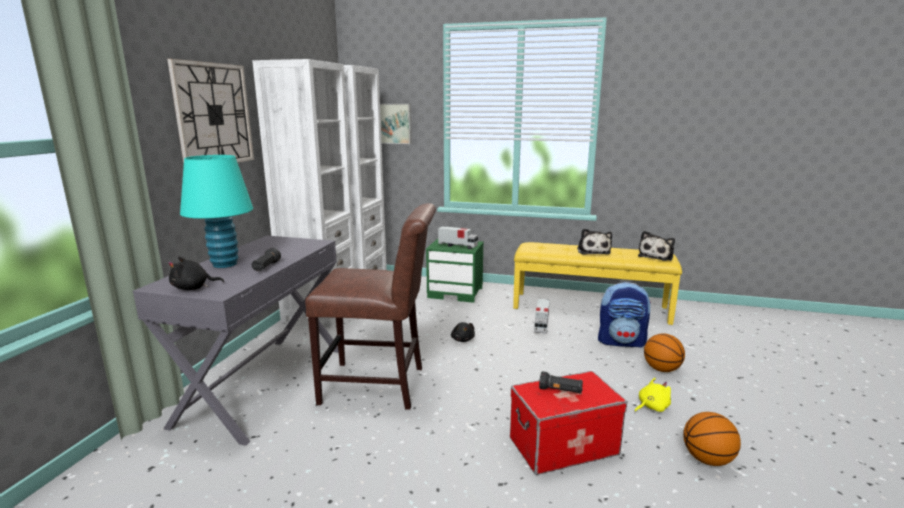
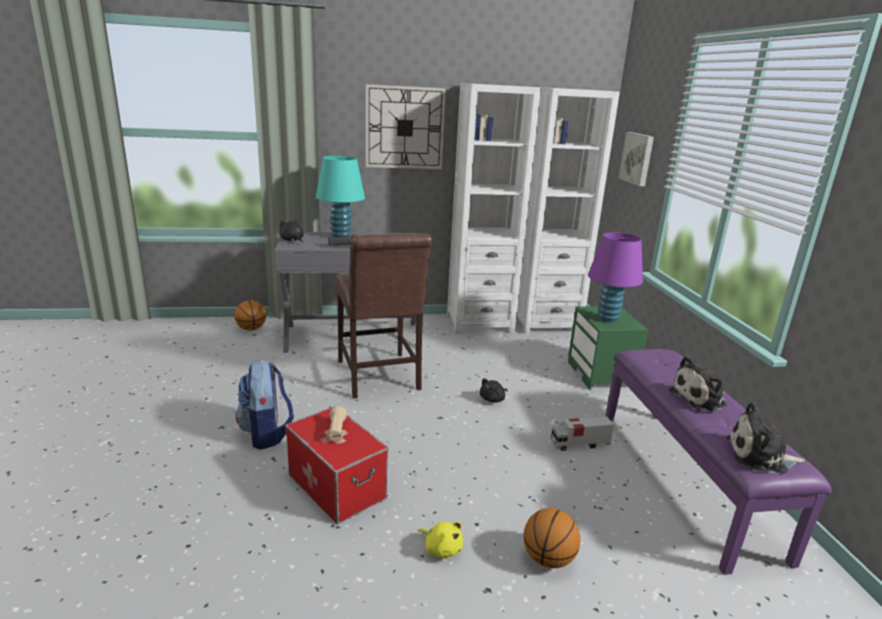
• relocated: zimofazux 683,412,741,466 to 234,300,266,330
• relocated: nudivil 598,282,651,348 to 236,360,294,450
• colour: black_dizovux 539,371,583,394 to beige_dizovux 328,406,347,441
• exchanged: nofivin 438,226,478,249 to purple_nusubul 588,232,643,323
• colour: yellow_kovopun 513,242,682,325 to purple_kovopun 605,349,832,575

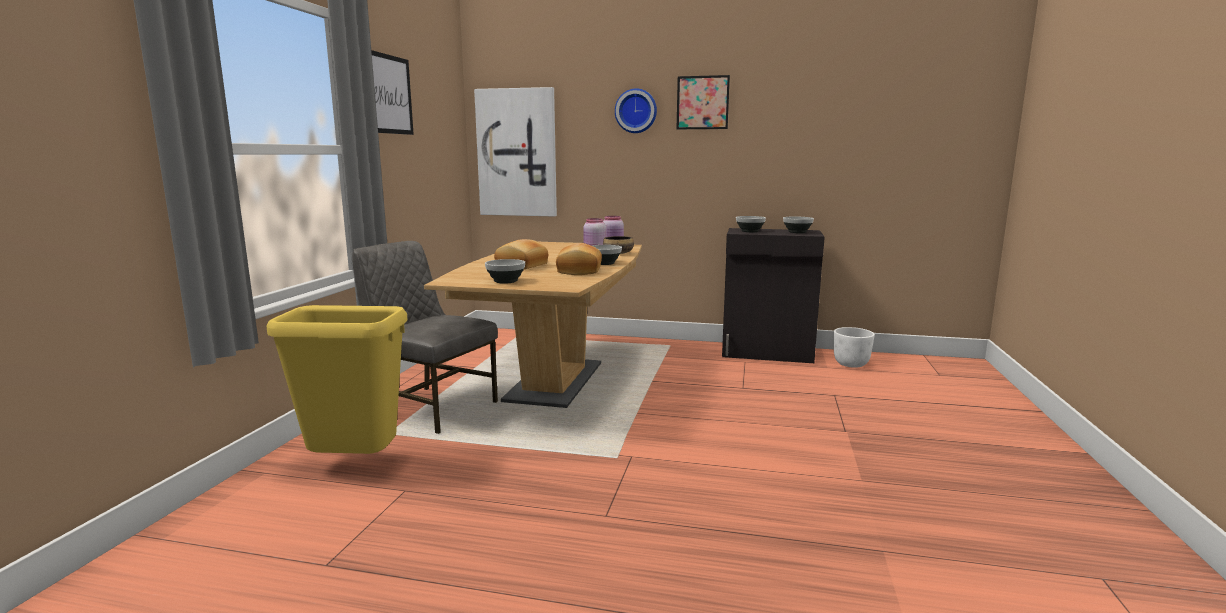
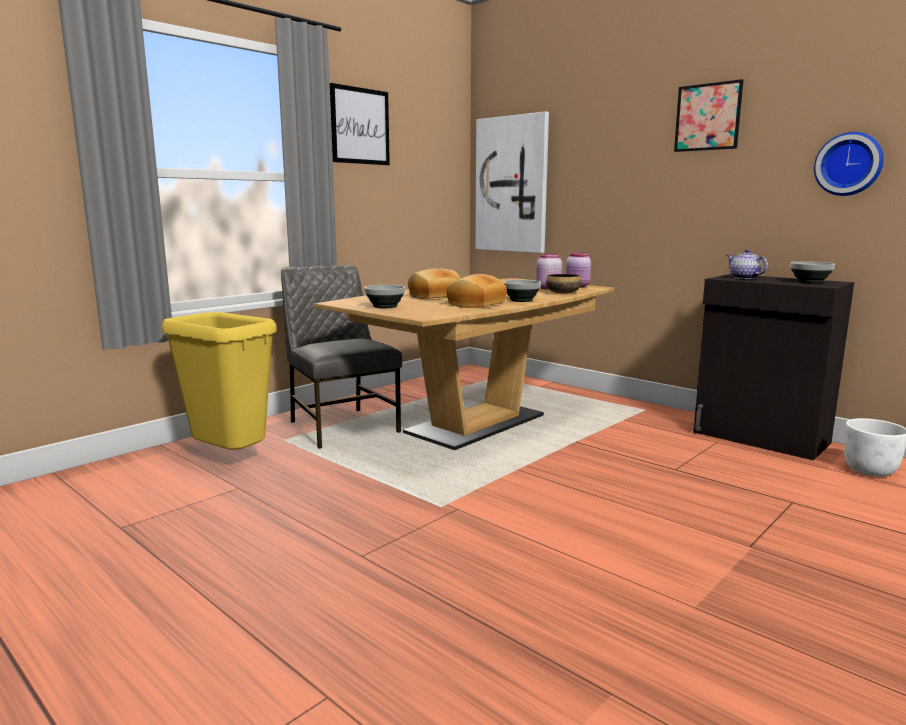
• exchanged: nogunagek 736,216,766,232 to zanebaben 727,249,768,279
• relocated: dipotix 615,88,657,133 to 814,132,884,196

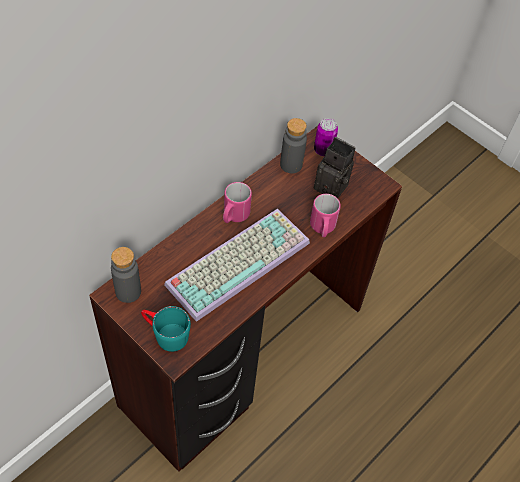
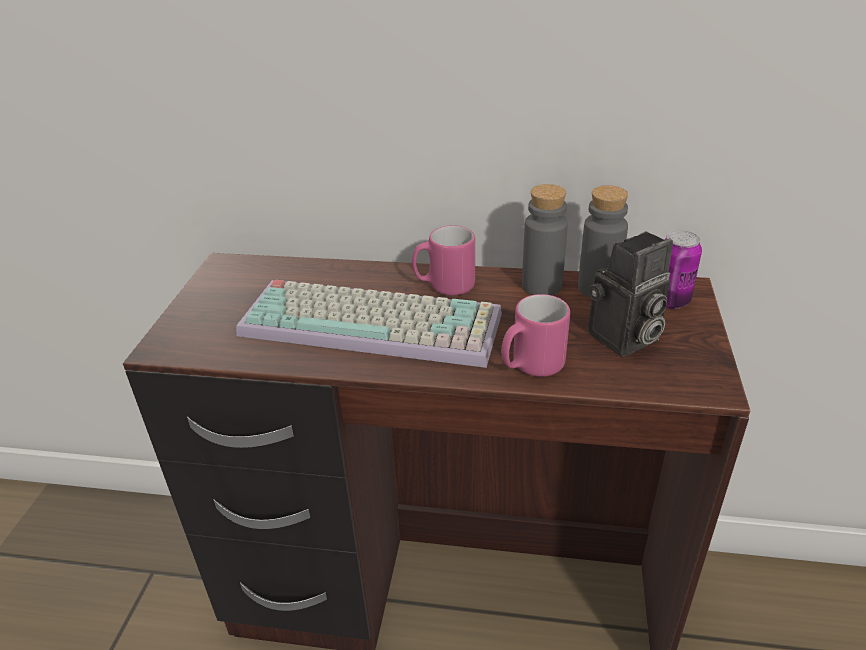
• relocated: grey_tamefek 111,247,141,303 to 522,184,568,295
• spun: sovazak 314,137,356,198 = 588,231,673,357 60 degrees clockwise
• missing: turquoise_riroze 141,306,191,352

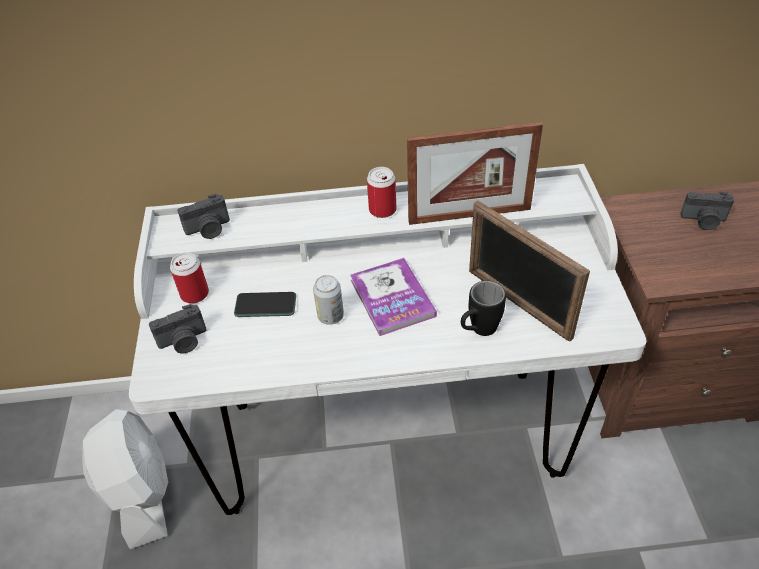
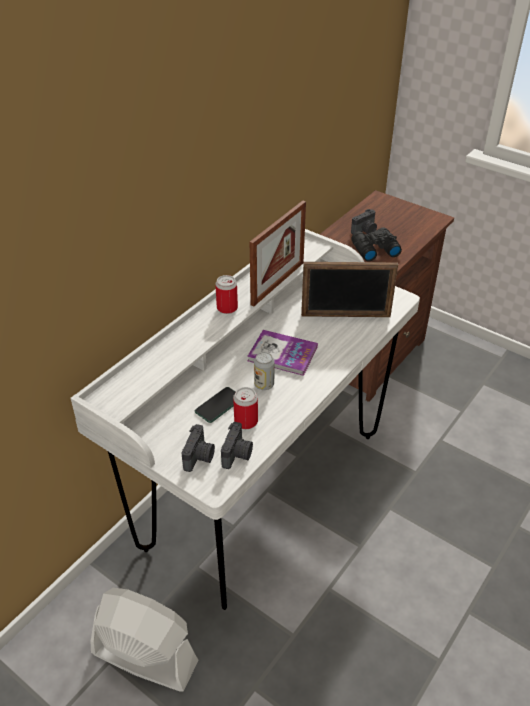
• relocated: sovazak 177,194,230,239 to 221,422,253,469
• relocated: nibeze 170,252,209,304 to 233,387,258,429
• appeared: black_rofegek 351,227,402,262
• missing: black_riroze 461,281,506,336

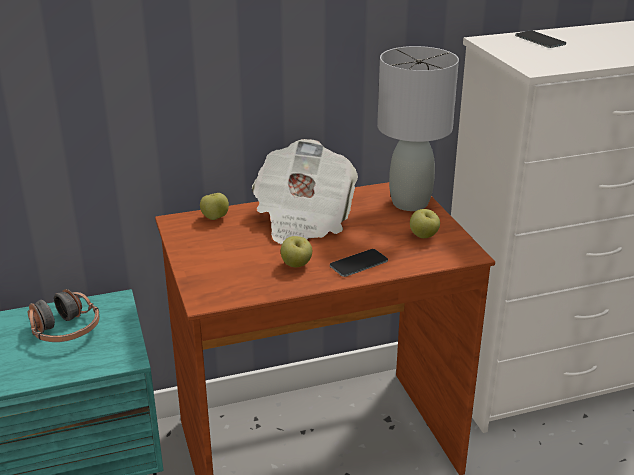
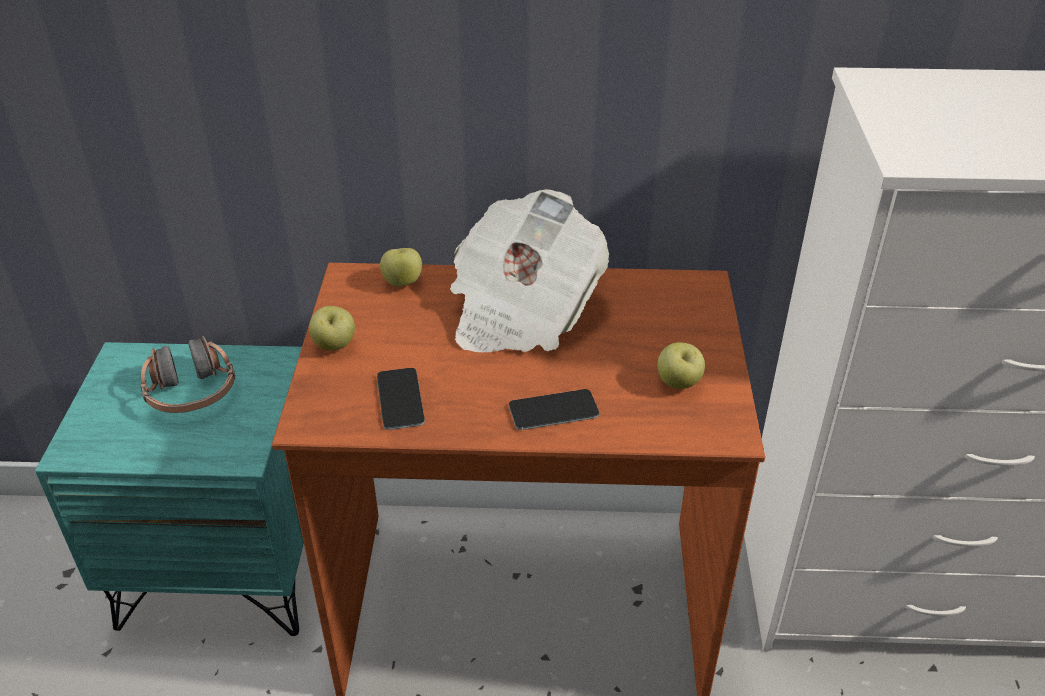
• relocated: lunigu 281,236,312,267 to 309,306,355,351
• relocated: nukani 515,31,566,48 to 377,368,425,430
• missing: grey_nusubul 377,46,459,211

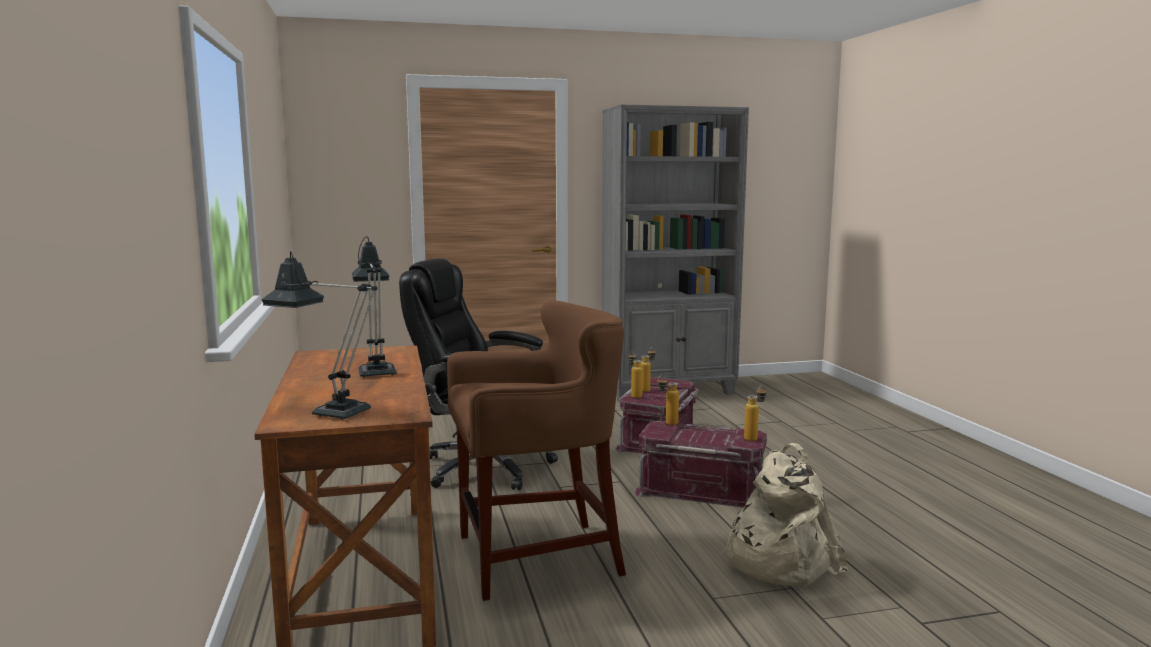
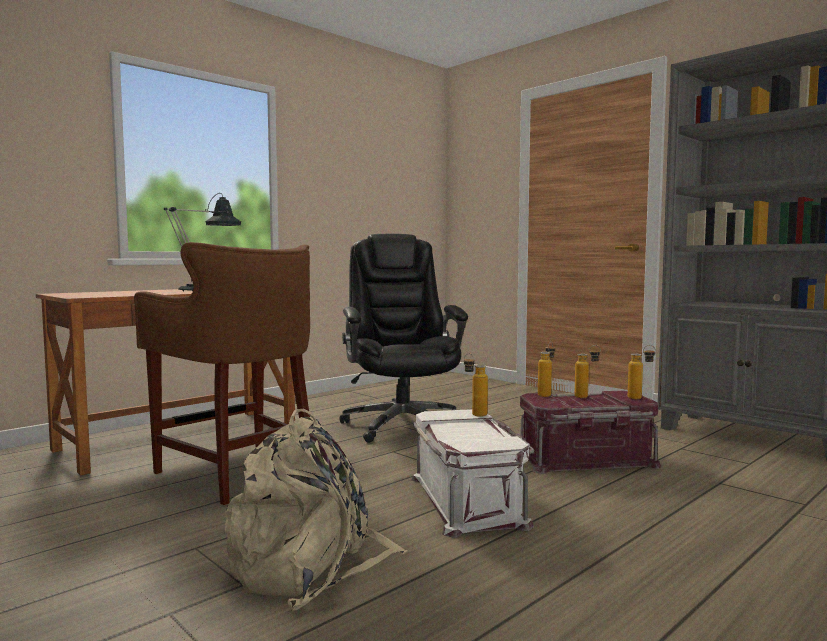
• colour: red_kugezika 634,420,767,508 to white_kugezika 412,409,534,538
• relocated: tamefek 744,385,766,441 to 628,345,656,399
• missing: nusubul 261,251,377,420

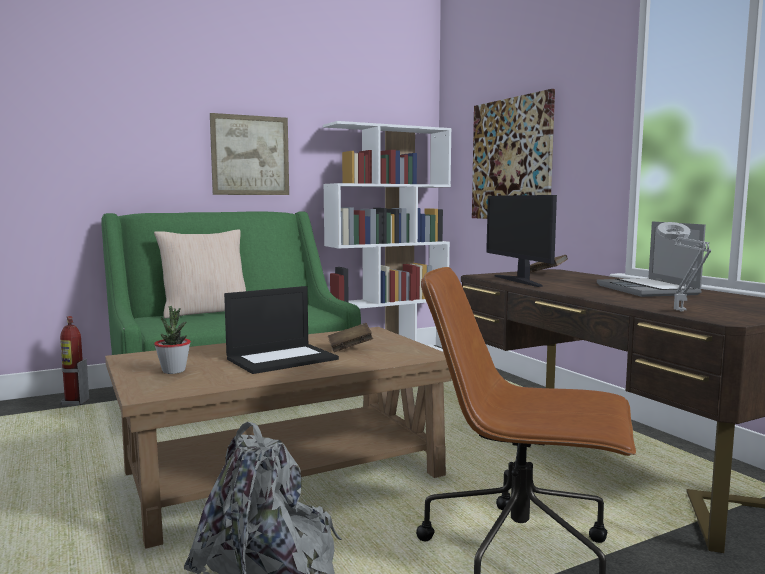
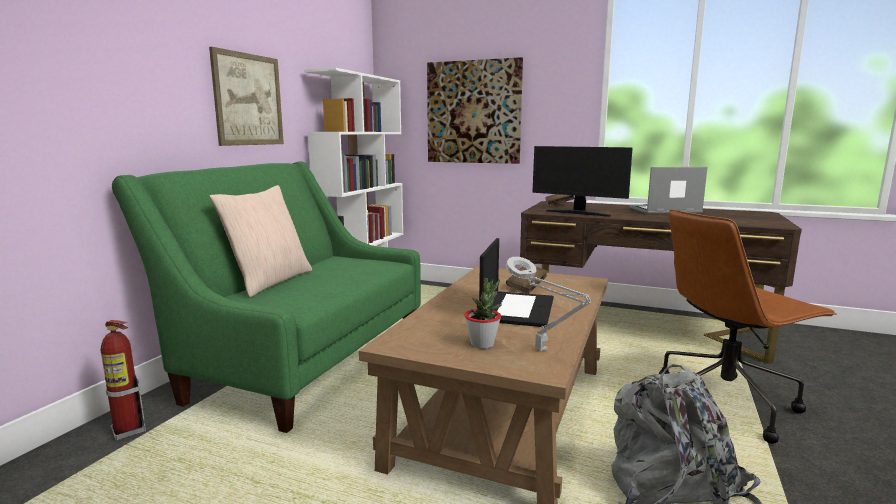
• relocated: grey_nusubul 657,222,711,312 to 506,257,591,351
• spun: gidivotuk 597,221,706,297 = 629,167,707,214 135 degrees clockwise

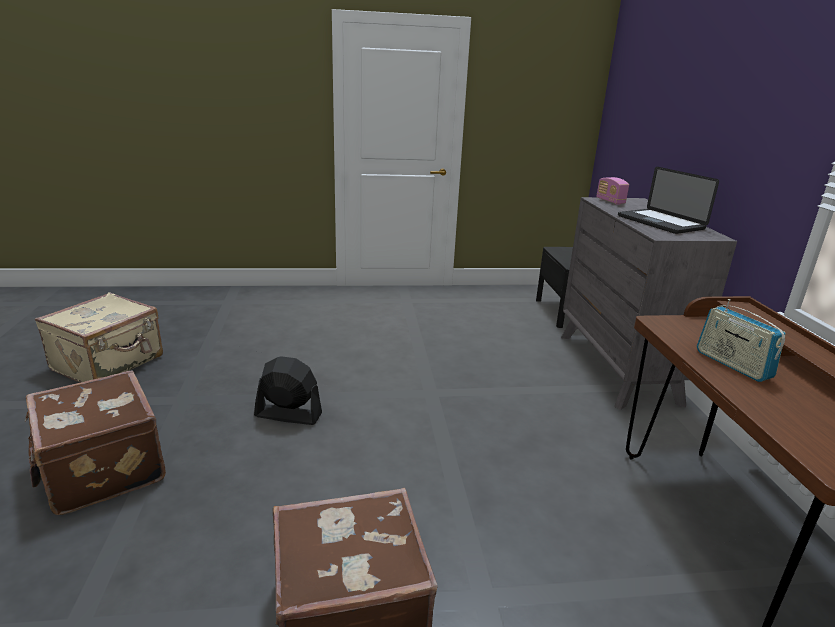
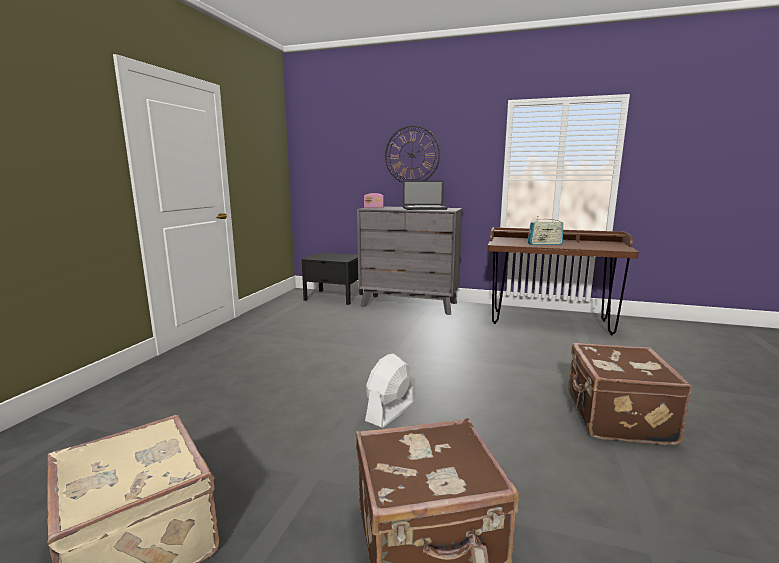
• colour: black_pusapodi 254,356,322,425 to white_pusapodi 365,353,414,428
• appeared: dipotix 385,125,440,183

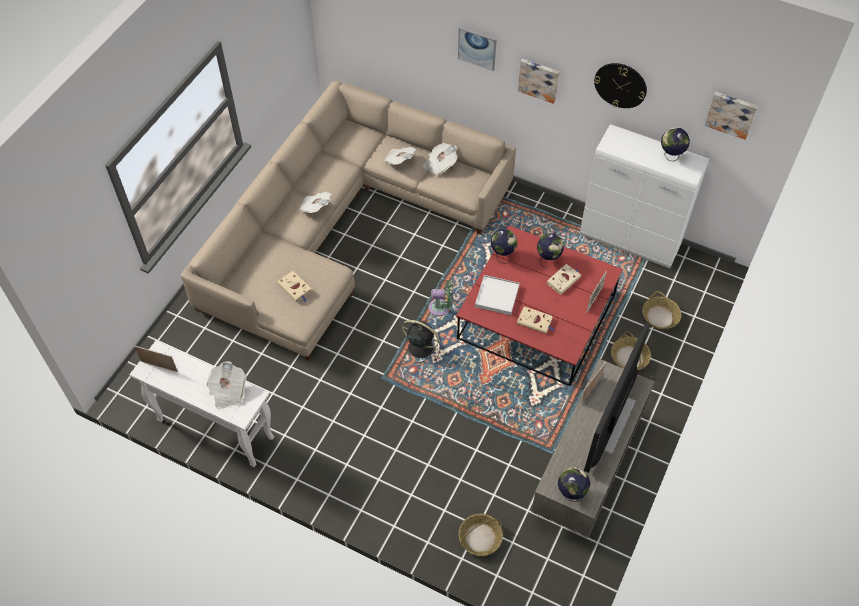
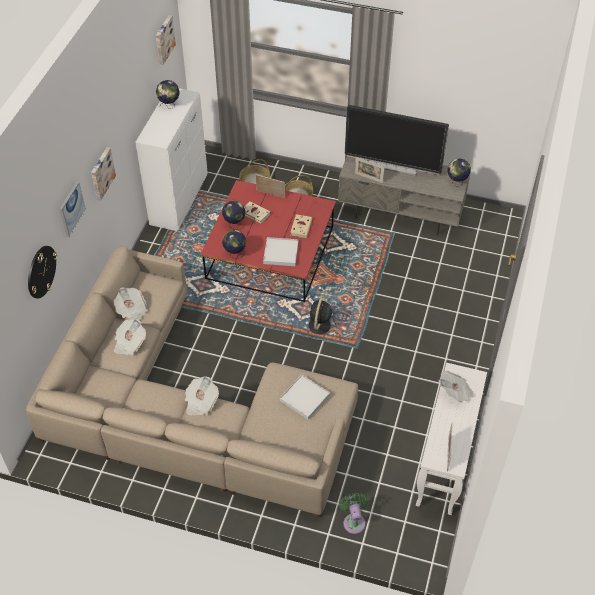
• relocated: dipotix 594,63,647,108 to 28,246,57,299
• exchanged: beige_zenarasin 277,271,312,302 to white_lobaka 280,375,330,420
• relocated: green_pusapodi 429,280,453,316 to 339,493,369,534
• missing: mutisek 458,514,503,556

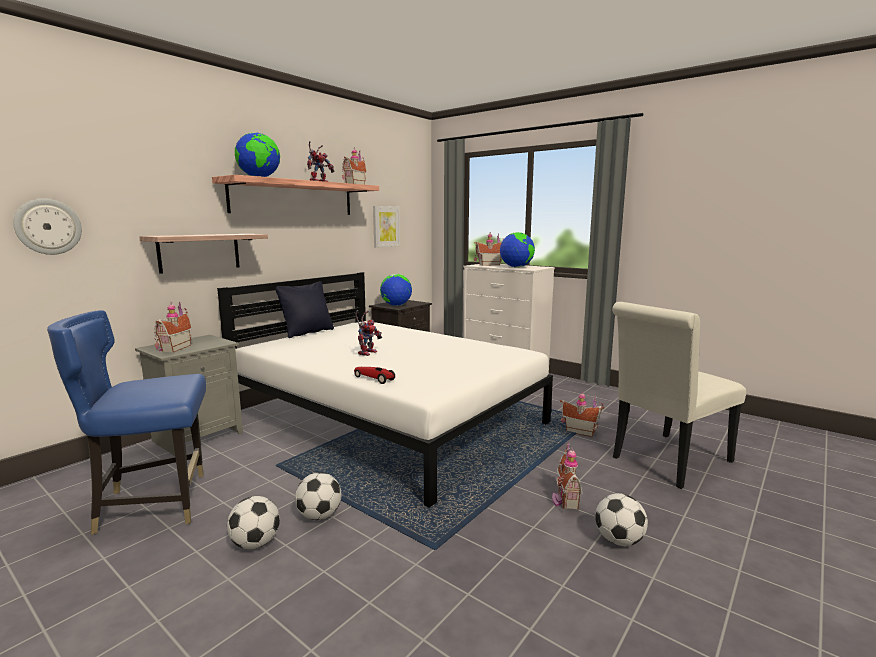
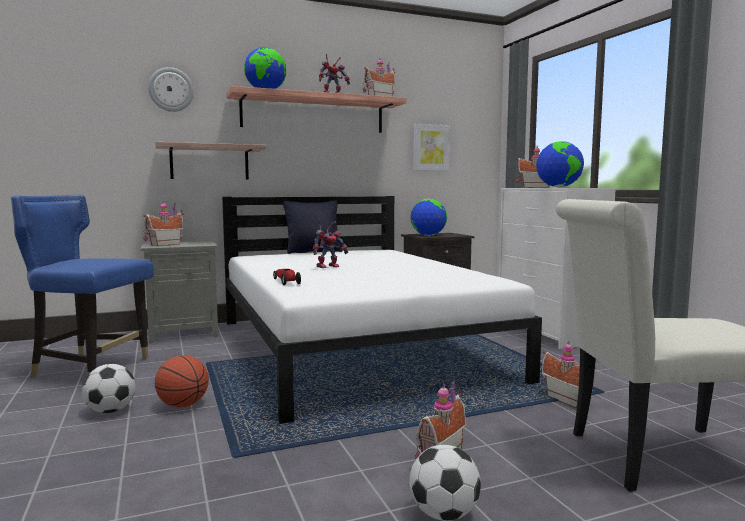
• relocated: dipotix 13,199,82,255 to 148,67,194,112
• exchanged: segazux 295,472,341,520 to zimofazux 155,355,209,407

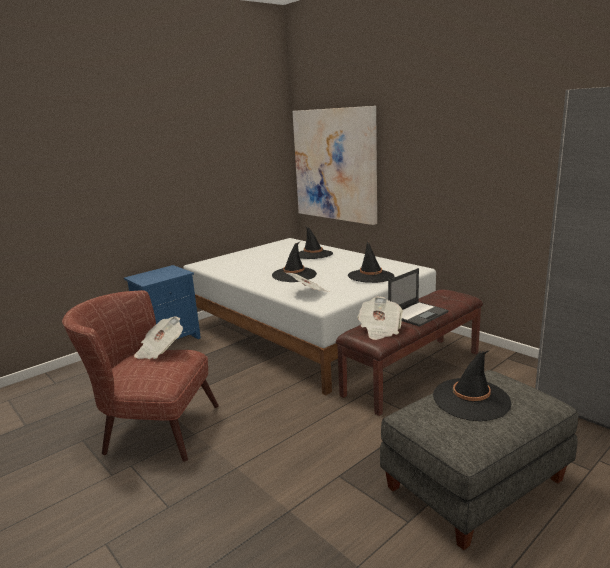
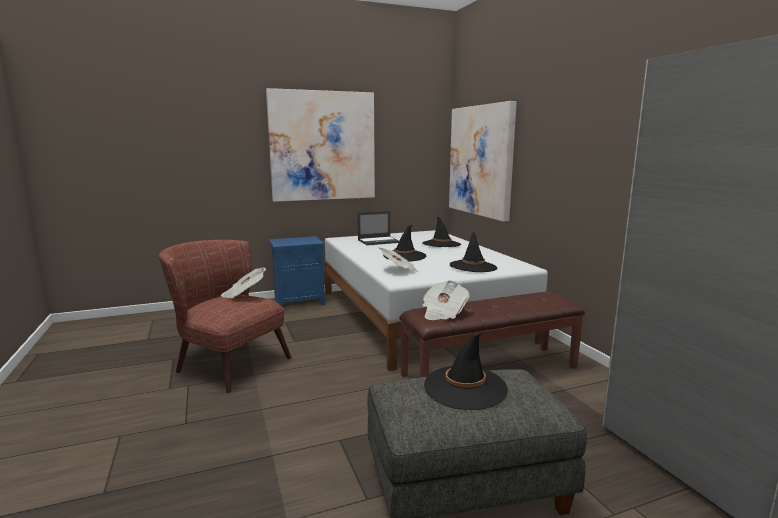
• appeared: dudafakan 266,88,375,202
• relocated: gidivotuk 388,268,449,327 to 358,211,399,245

